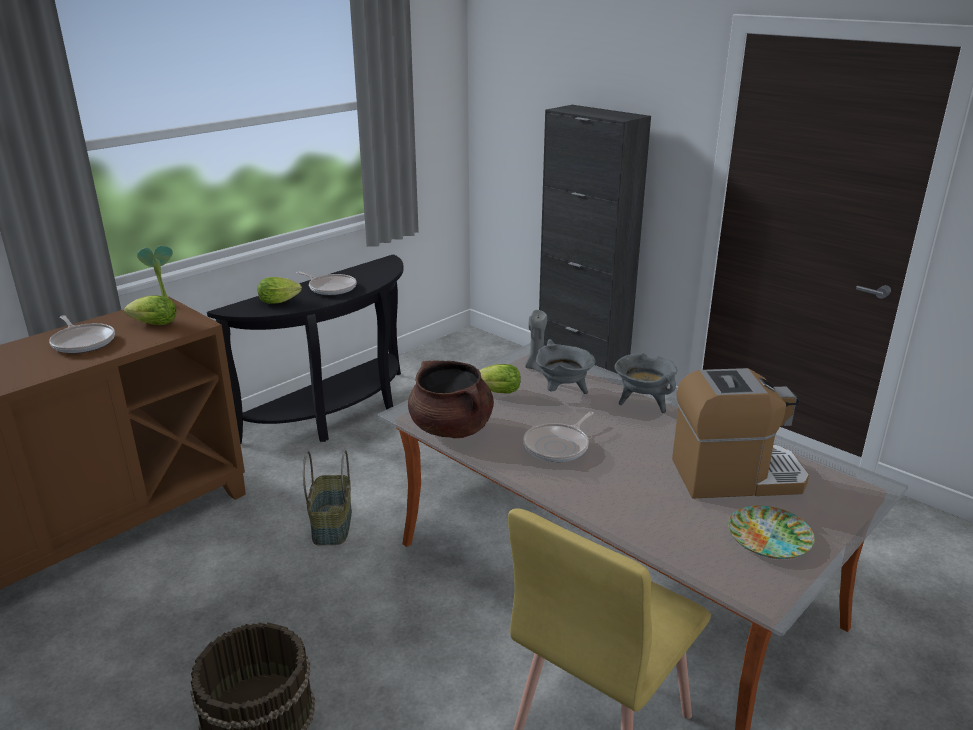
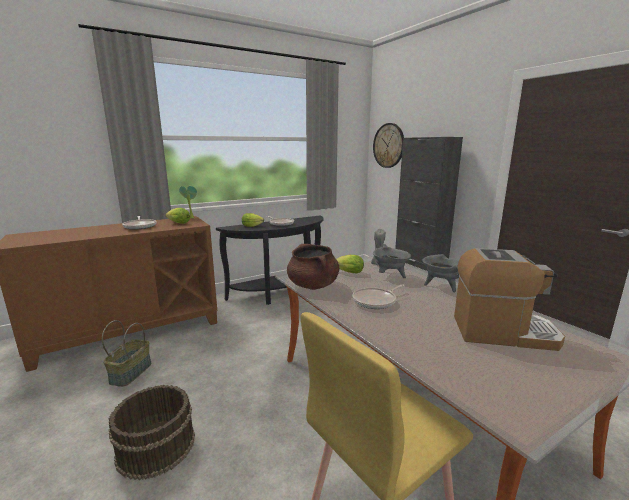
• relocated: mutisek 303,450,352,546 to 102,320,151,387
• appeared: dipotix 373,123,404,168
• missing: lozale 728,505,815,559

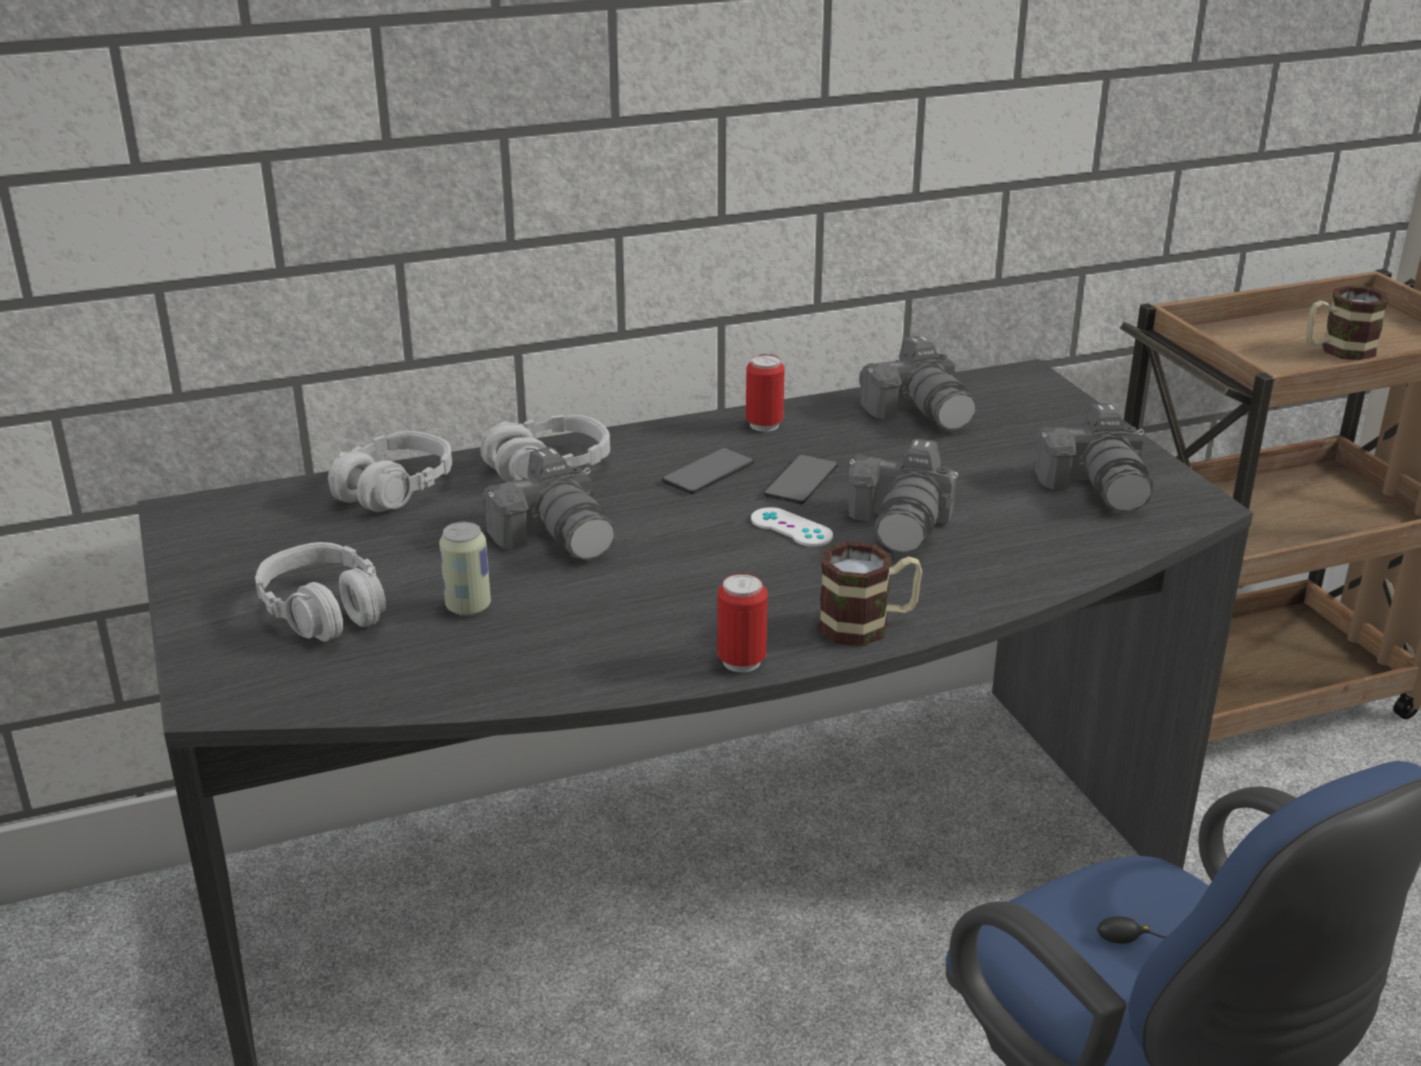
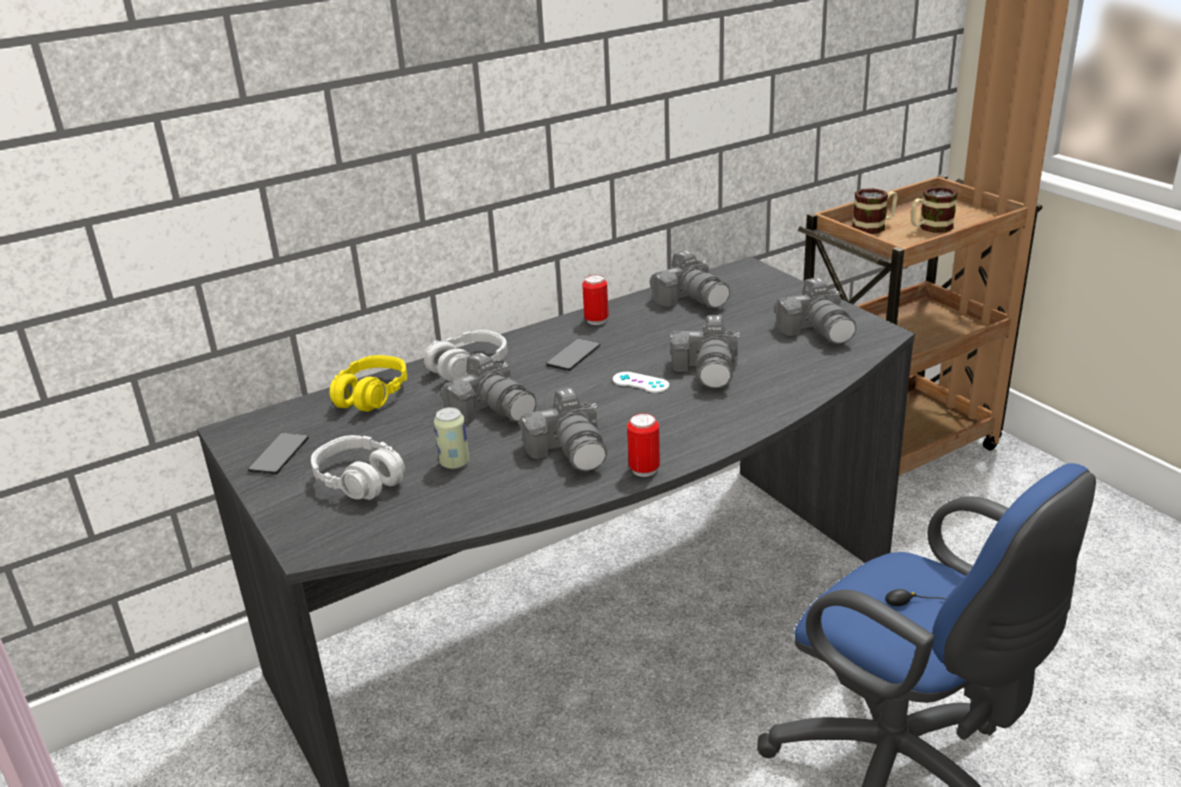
• relocated: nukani 764,455,838,504 to 248,433,309,474
• colour: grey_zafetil 328,431,452,512 to yellow_zafetil 330,355,407,412
• appeared: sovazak 519,387,607,471
• relocated: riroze 819,541,922,647 to 852,188,898,234

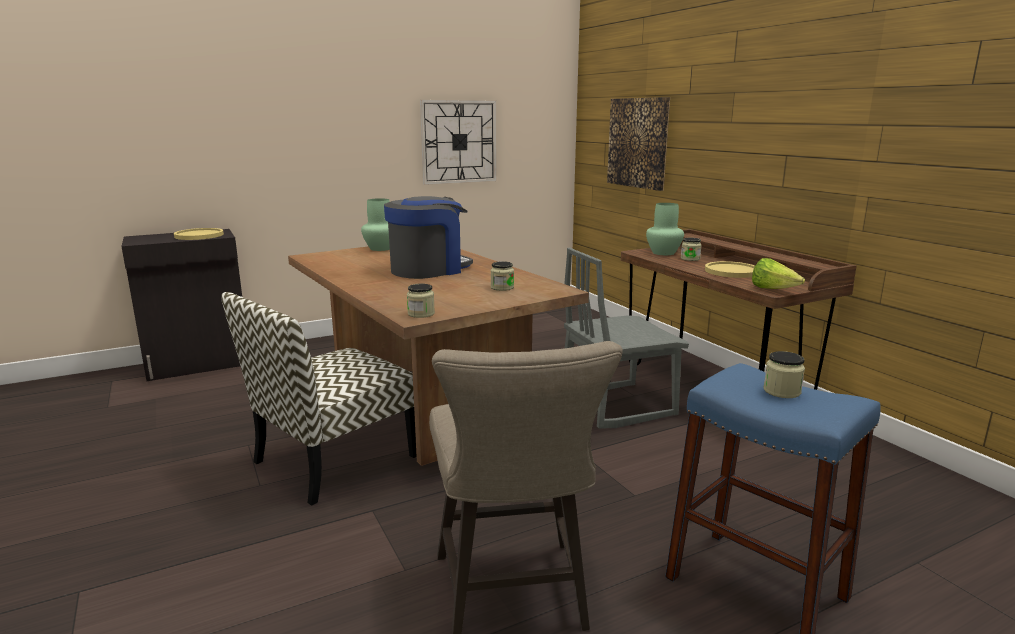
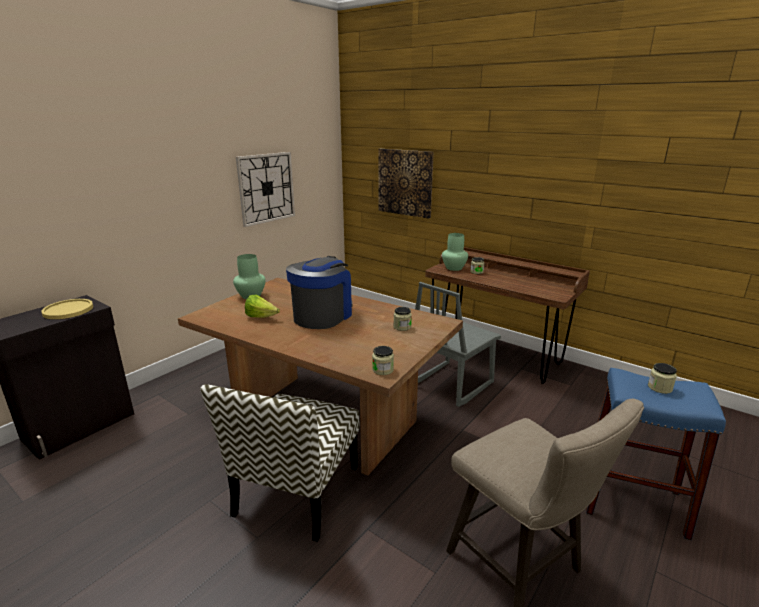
• relocated: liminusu 752,258,805,289 to 245,295,280,318
• missing: yellow_lozale 705,261,755,278

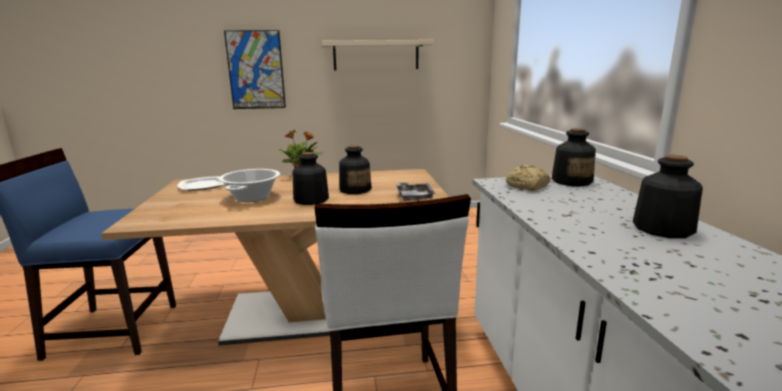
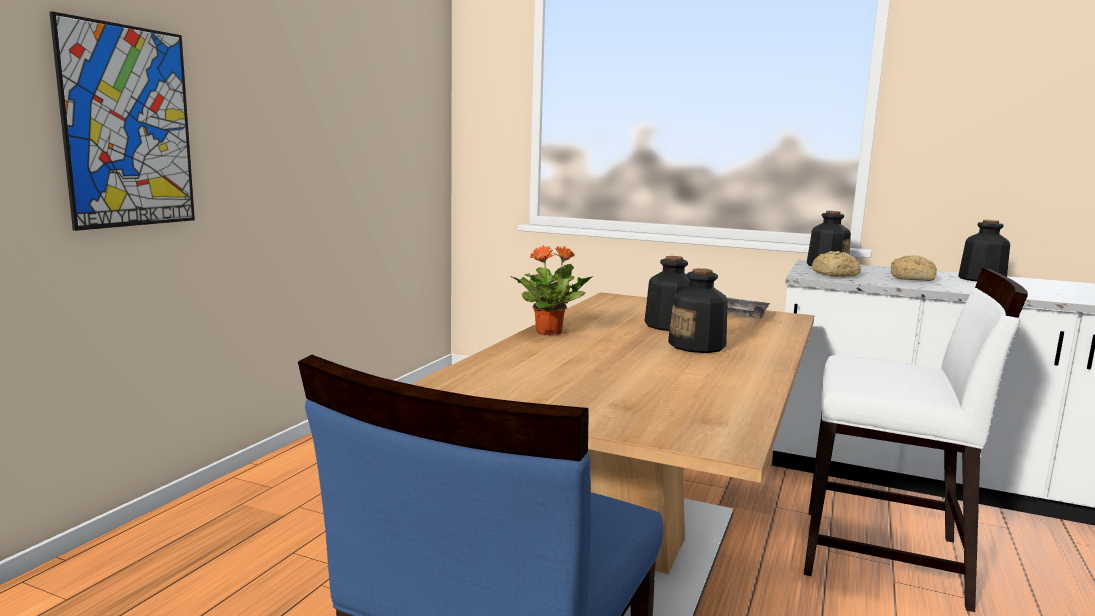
• appeared: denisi 891,255,937,281
• missing: lozale 177,176,224,191
• missing: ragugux 218,169,280,202
• missing: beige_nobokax 322,40,434,70

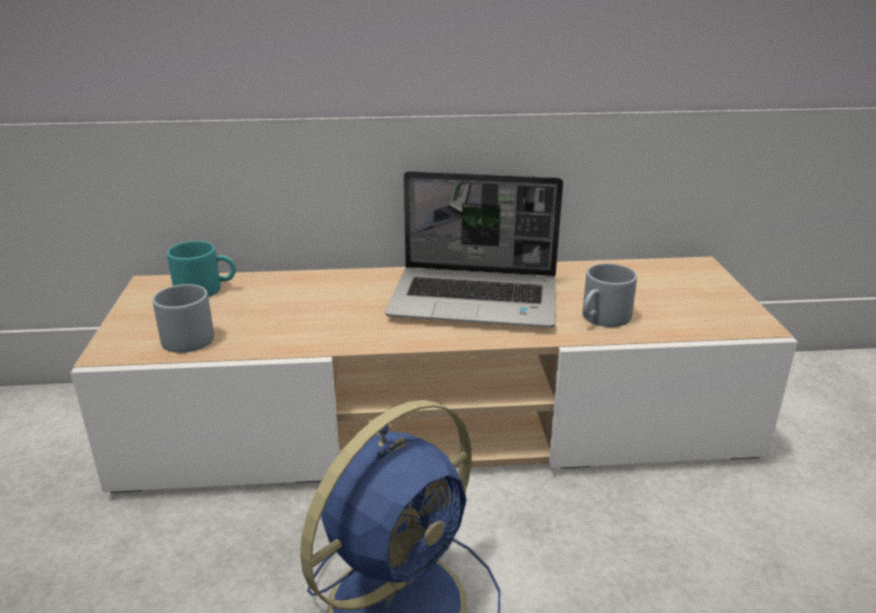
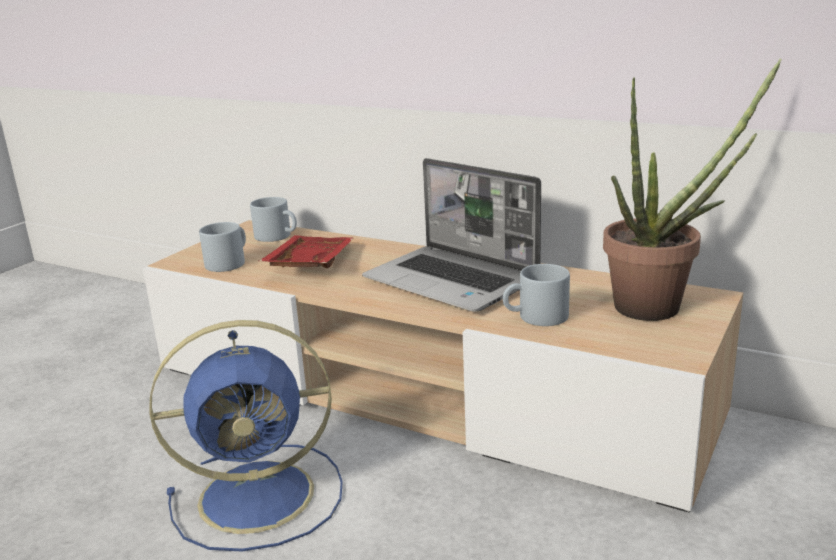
• colour: turquoise_riroze 167,241,235,297 to grey_riroze 250,197,297,242
• appeared: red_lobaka 259,235,354,268
• appeared: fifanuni 603,59,782,321

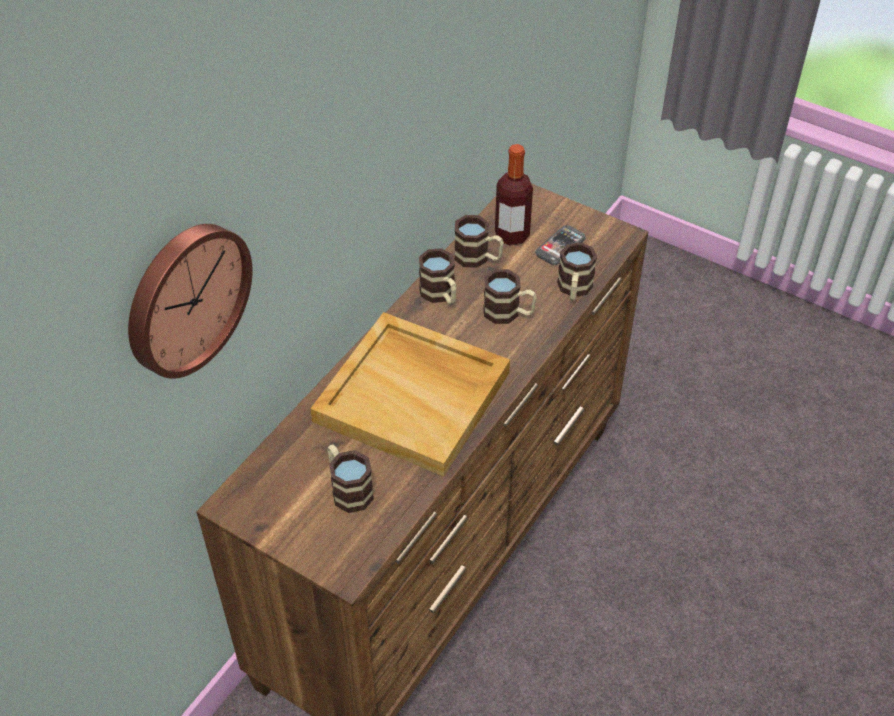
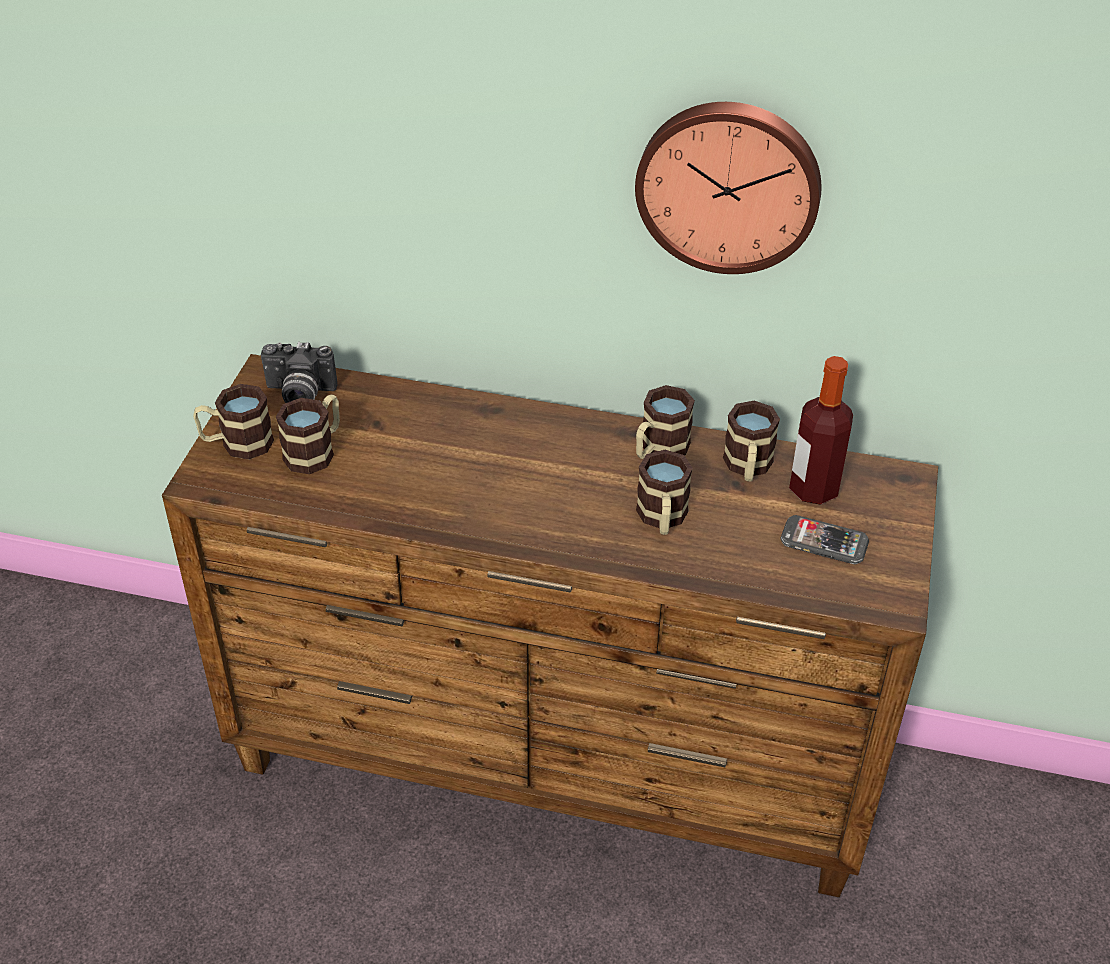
• relocated: riroze 557,242,597,301 to 193,384,274,460
• appeared: sovazak 261,342,337,403
• relocated: dipotix 128,224,252,379 to 635,102,822,274
• missing: beige_lobaka 310,312,510,476

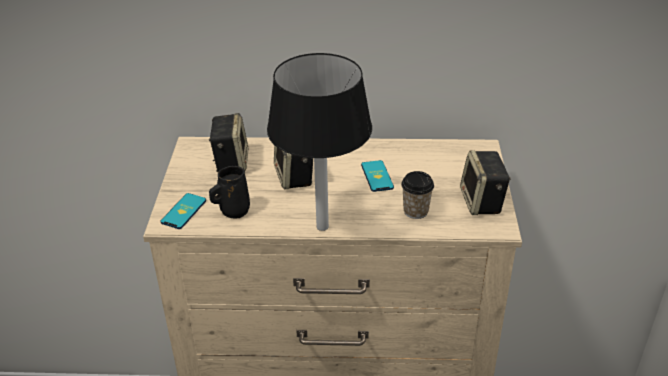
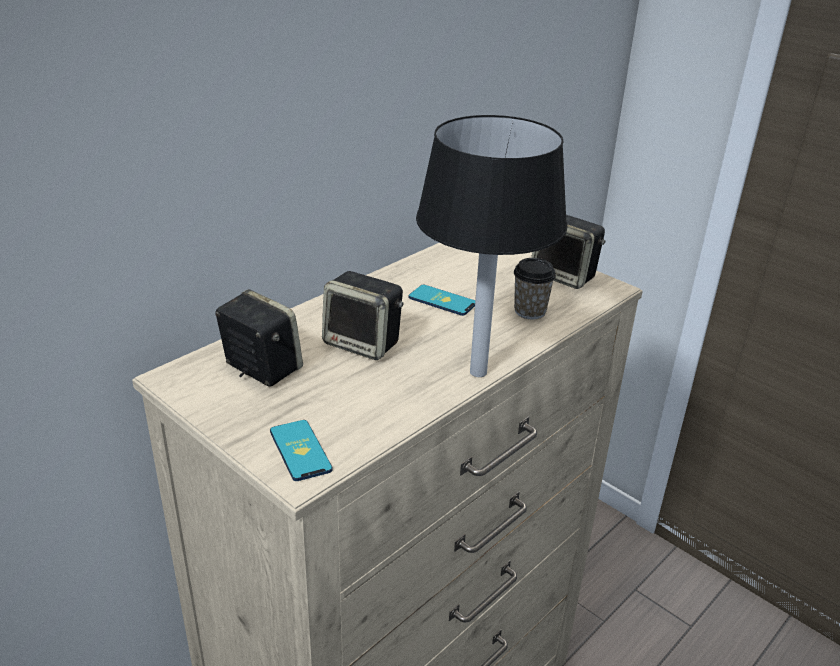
• missing: black_riroze 209,166,250,218

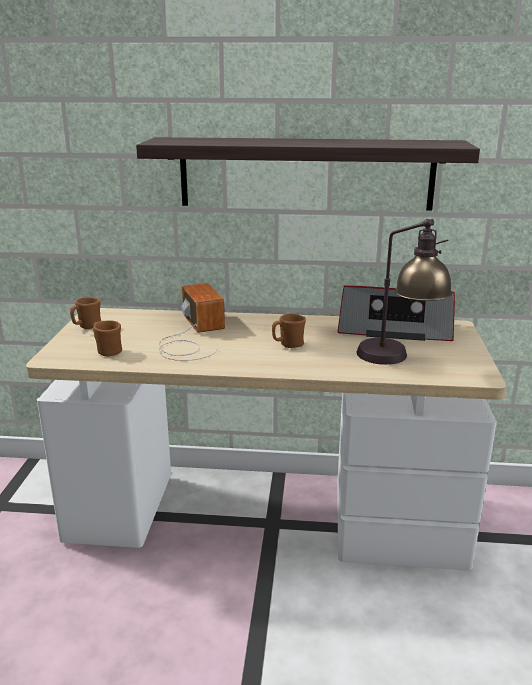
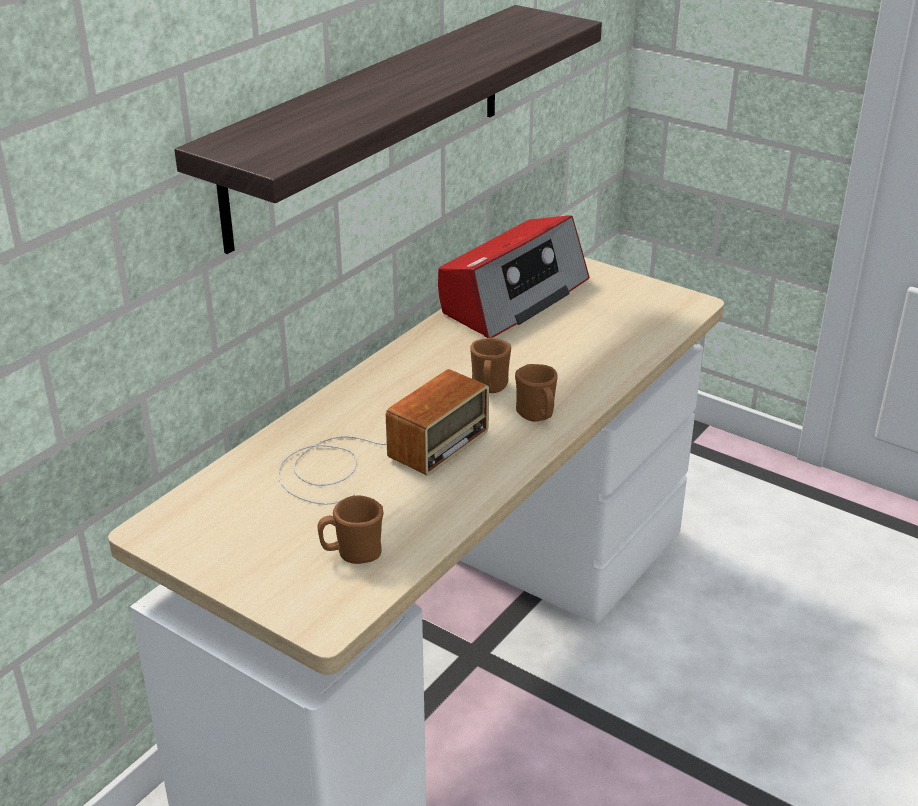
• spun: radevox 159,283,225,361 = 278,369,489,505 120 degrees clockwise
• relocated: brown_riroze 70,297,101,329 to 515,364,558,422
• missing: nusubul 356,219,452,365

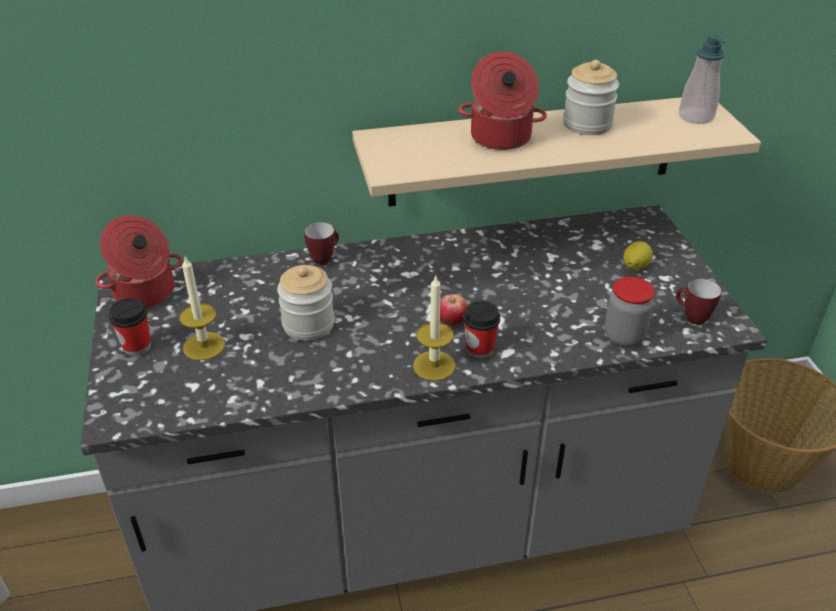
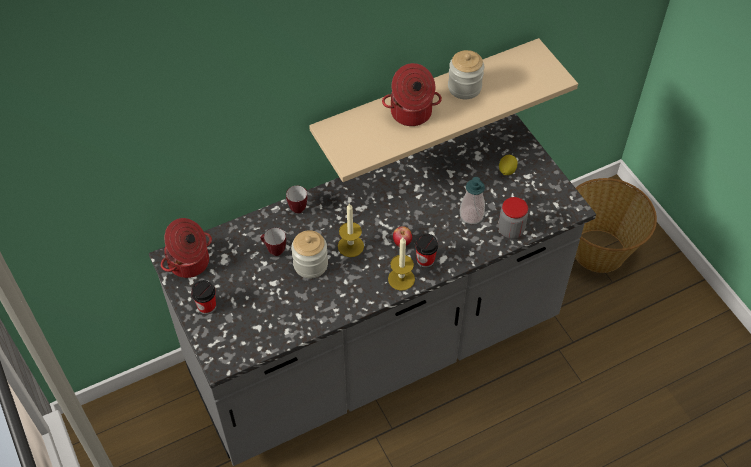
• relocated: riroze 676,279,722,325 to 261,228,286,256
• relocated: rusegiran 179,257,225,361 to 338,203,364,257
• relocated: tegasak 679,34,726,124 to 460,177,485,224

